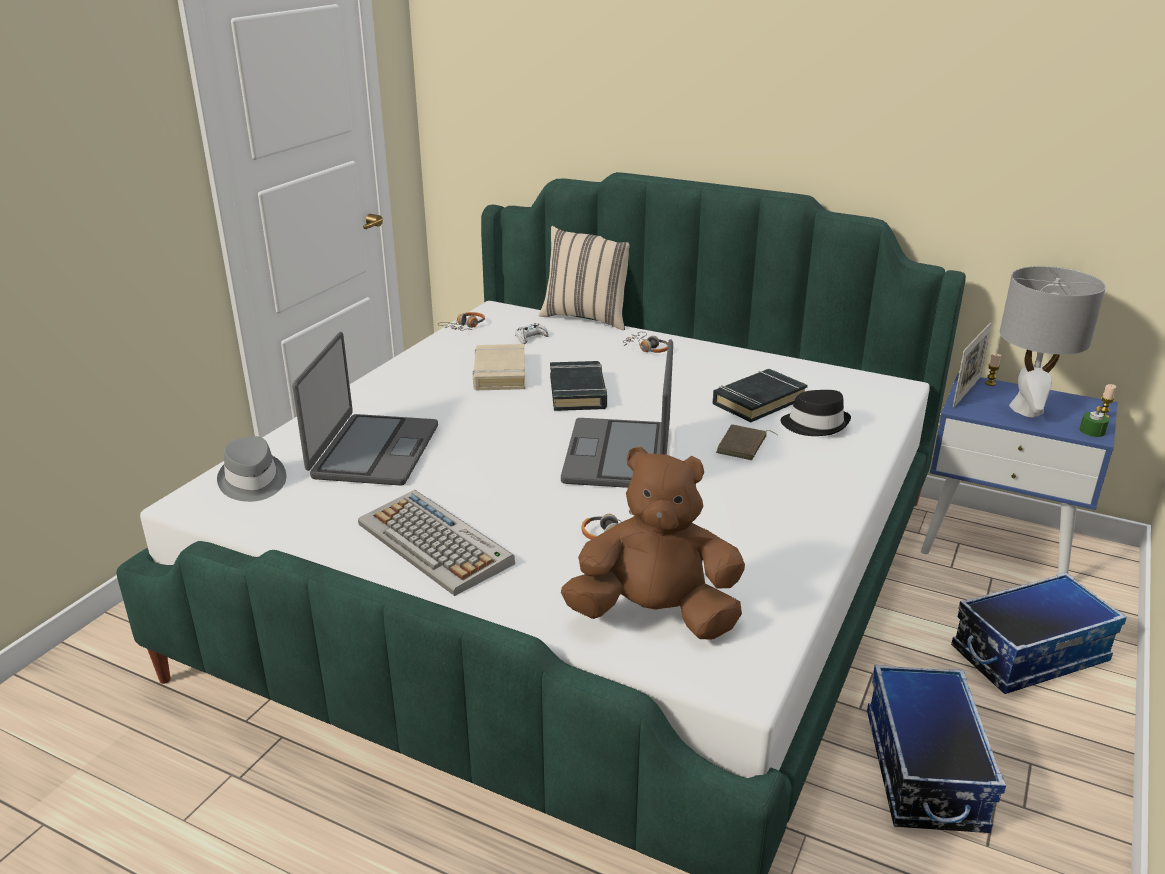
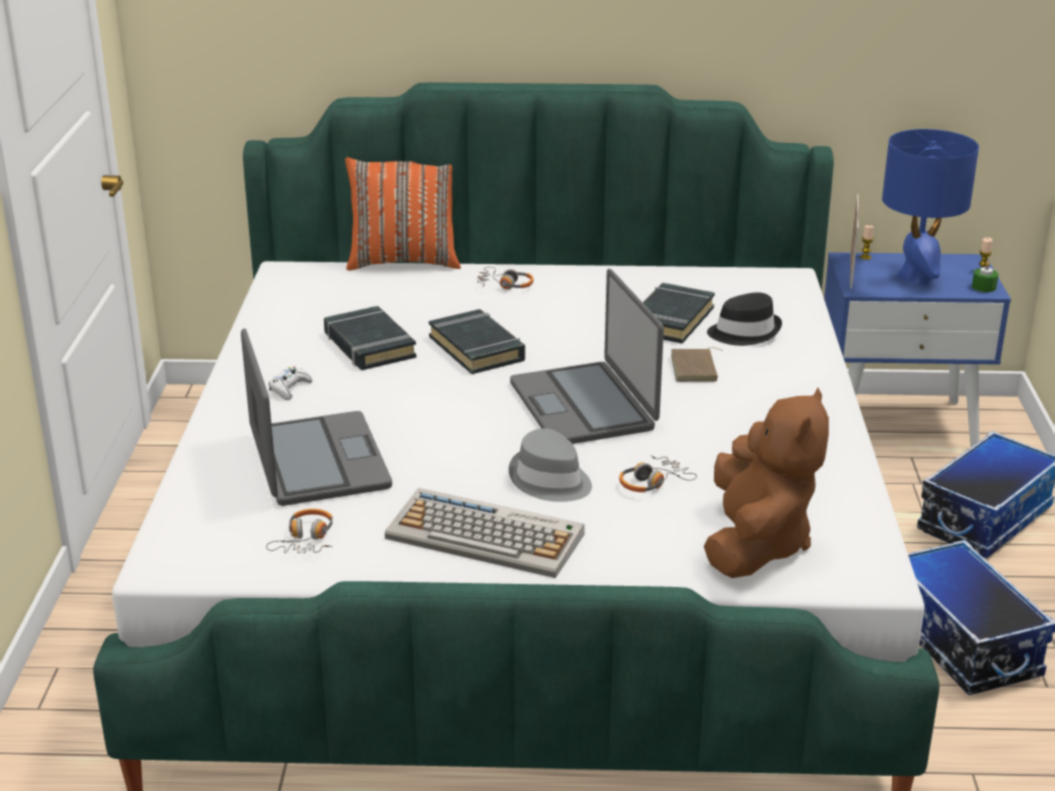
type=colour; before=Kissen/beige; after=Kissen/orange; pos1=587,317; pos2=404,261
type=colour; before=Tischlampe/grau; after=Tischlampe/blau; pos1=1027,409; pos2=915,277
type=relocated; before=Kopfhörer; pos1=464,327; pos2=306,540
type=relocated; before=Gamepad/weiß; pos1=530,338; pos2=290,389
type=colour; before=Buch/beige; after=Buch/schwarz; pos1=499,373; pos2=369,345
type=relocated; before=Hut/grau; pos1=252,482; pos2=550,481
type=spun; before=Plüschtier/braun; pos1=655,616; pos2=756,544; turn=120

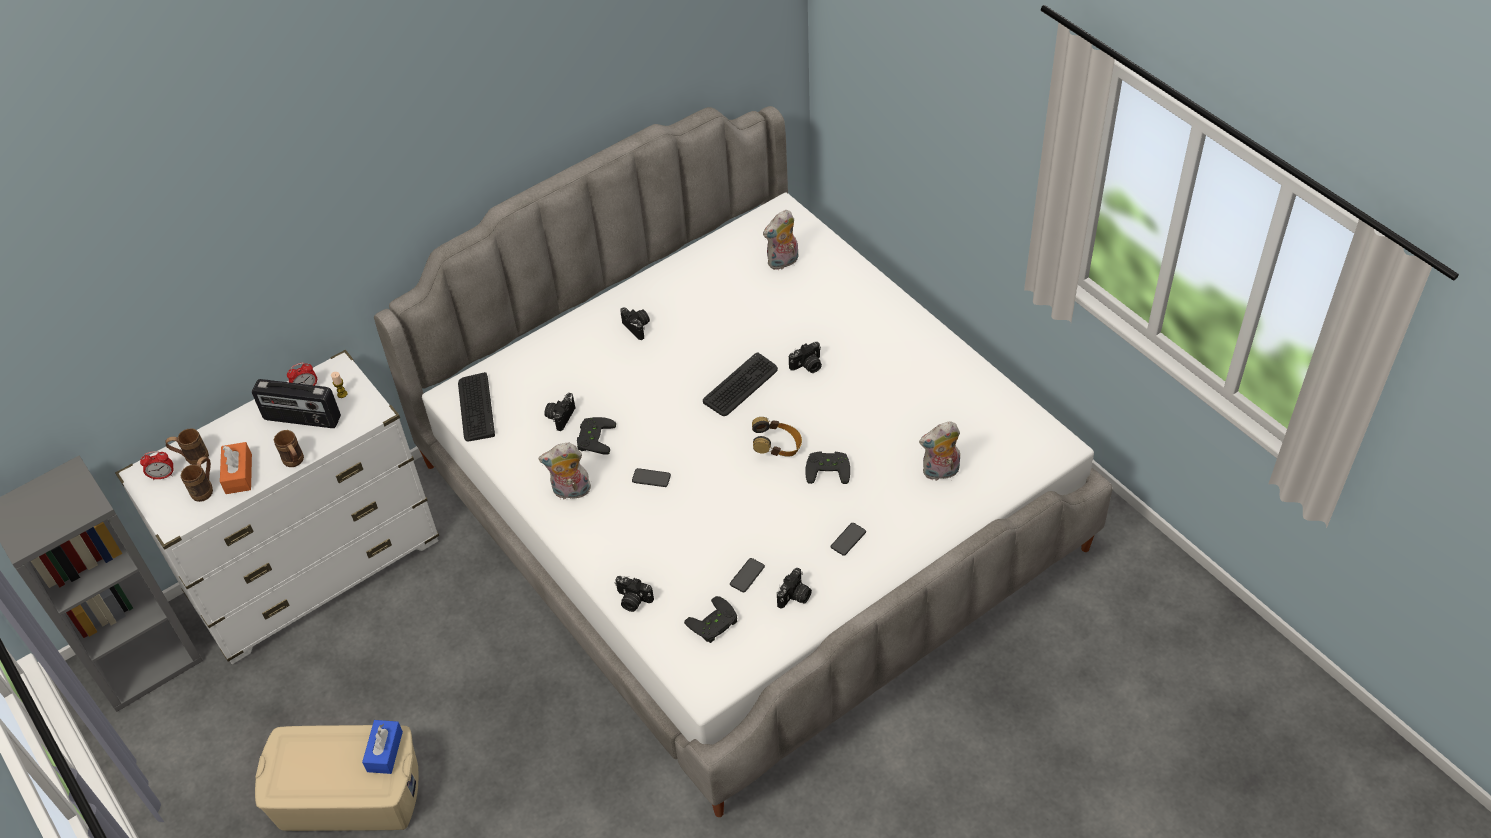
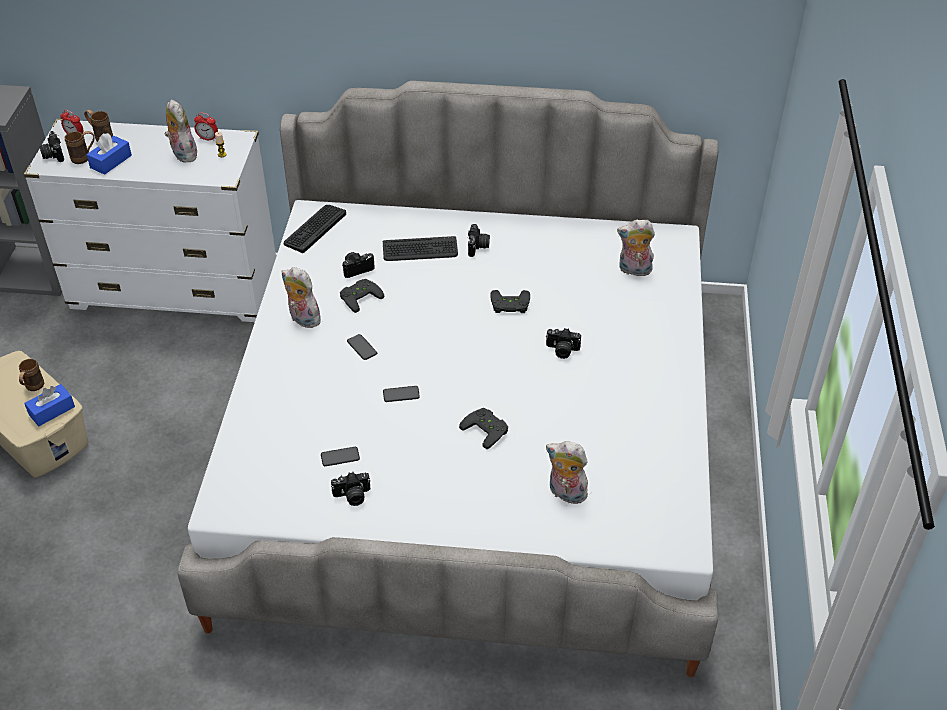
type=relocated; before=Tastatur; pos1=741,385; pos2=420,250
type=exchanged; before=Radio; after=Plüschtier; pos1=302,419; pos2=182,154
type=missing; before=Kopfhörer; pos1=777,448
type=relocated; before=Henkelbecher/braun; pos1=295,462; pos2=33,388
type=colour; before=Taschentuchbox/orange; after=Taschentuchbox/blau; pos1=239,474; pos2=111,161
type=relocated; before=Handy; pos1=848,539; pos2=401,394
type=relocated; before=Kamera; pos1=632,600; pos2=53,155
type=relocated; before=Gamepad/schwarz; pos1=714,624; pos2=509,305

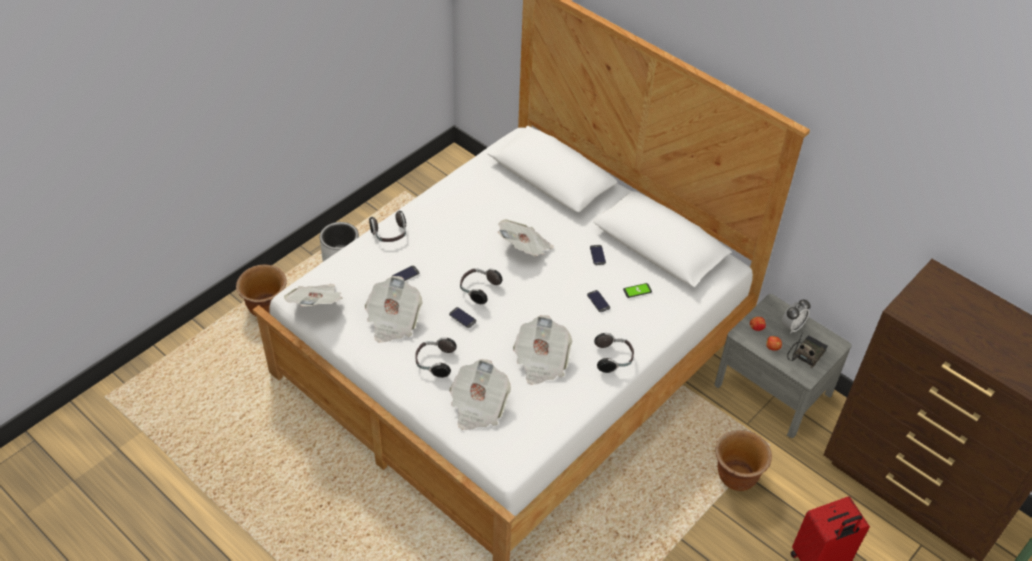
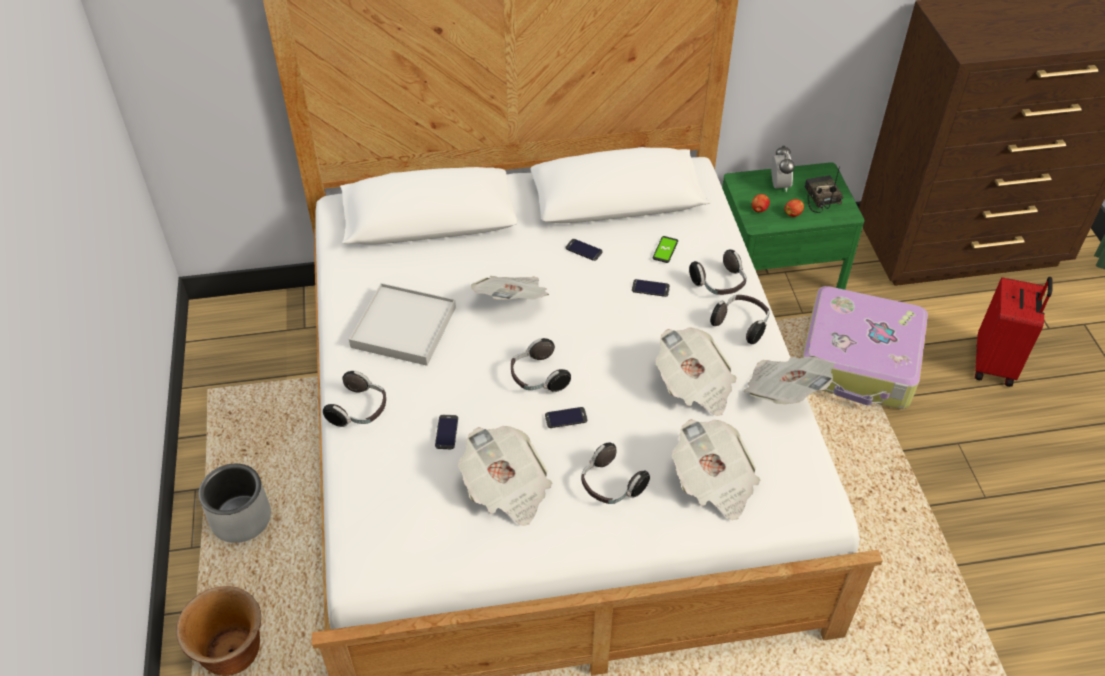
type=relocated; before=Zeitung; pos1=316,304; pos2=784,391
type=colour; before=Nachttisch/grau; after=Nachttisch/grün; pos1=773,389; pos2=777,268
type=exchanged; before=Pflanzkübel/braun; after=Koffer; pos1=736,477; pos2=859,361
type=appeared; after=Kopfhörer; pos2=719,284
type=appeared; after=Tablett/weiß; pos2=403,327

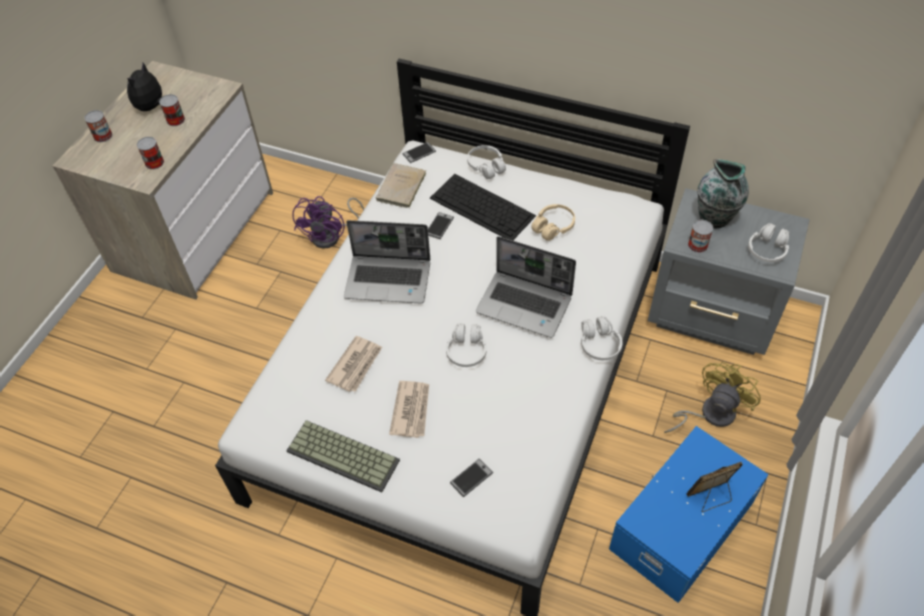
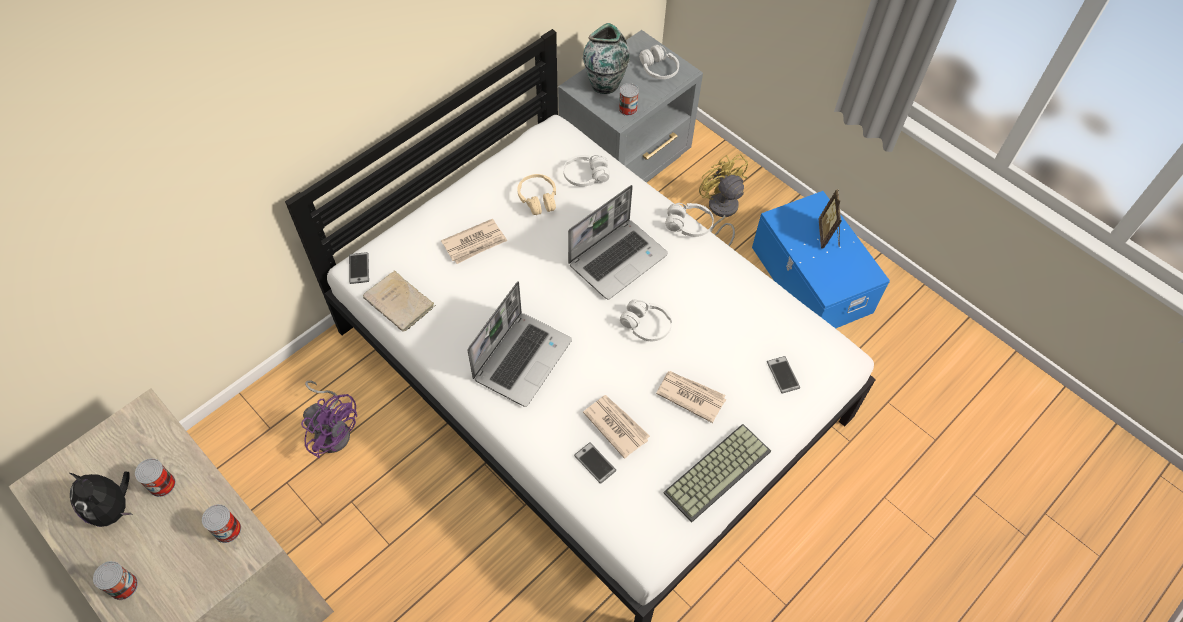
type=relocated; before=Kopfhörer/weiß; pos1=486,166; pos2=586,176
type=exchanged; before=Tastatur; after=Zeitung; pos1=483,207; pos2=475,243
type=relocated; before=Handy; pos1=439,226; pos2=595,463

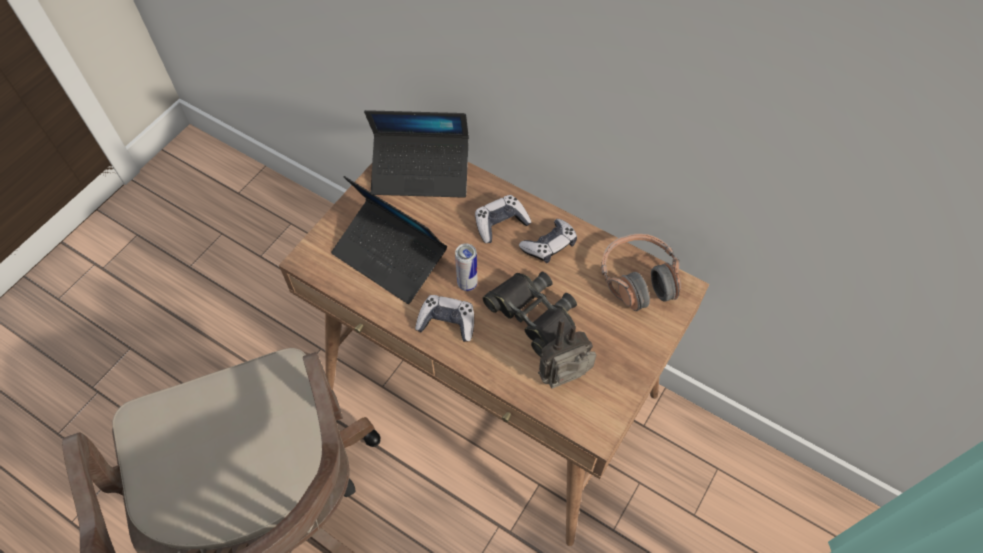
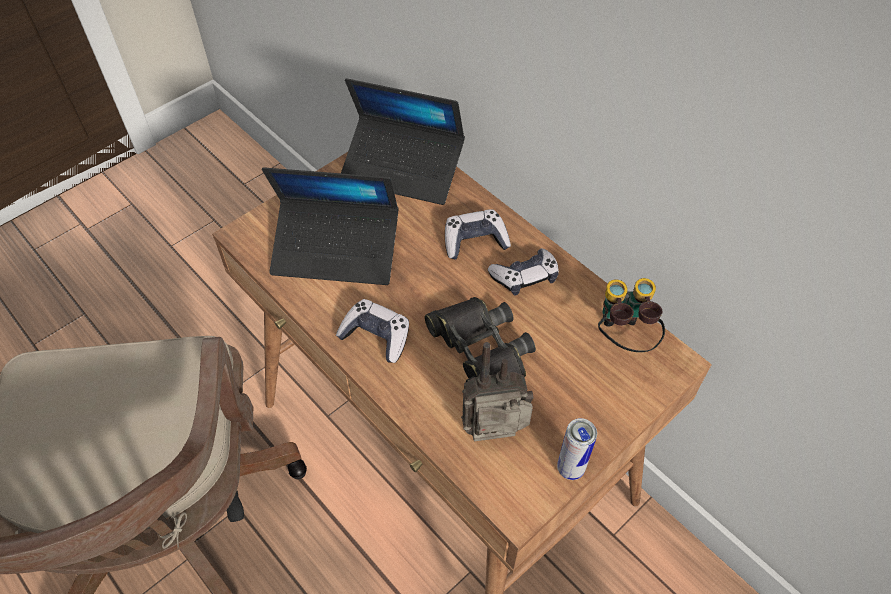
type=spun; before=Laptop; pos1=390,257; pos2=336,250; turn=-45
type=exchanged; before=Kopfhörer; after=Fernglas; pos1=638,278; pos2=622,338
type=relocated; before=Dose; pos1=467,284; pos2=570,468

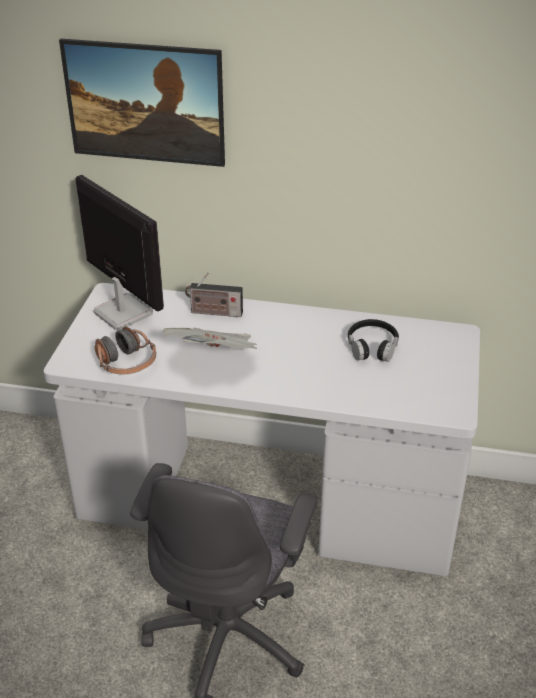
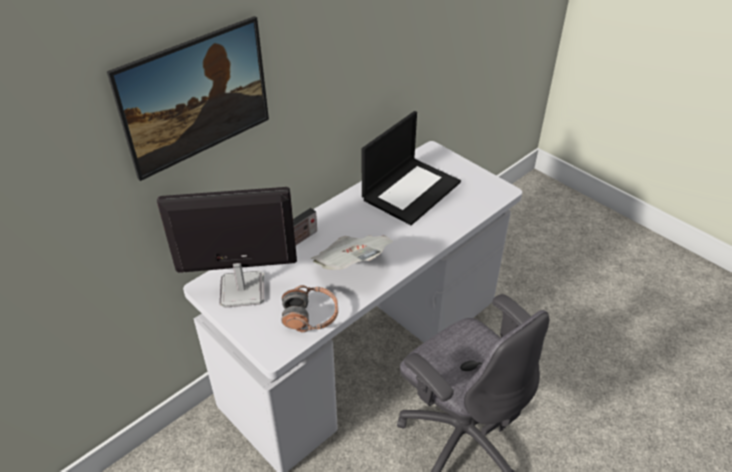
type=exchanged; before=Kopfhörer/schwarz; after=Laptop; pos1=372,347; pos2=411,190

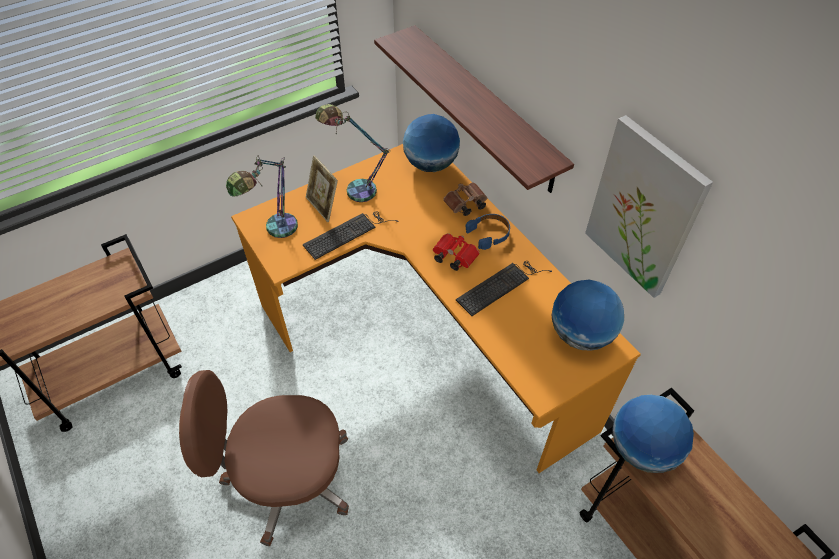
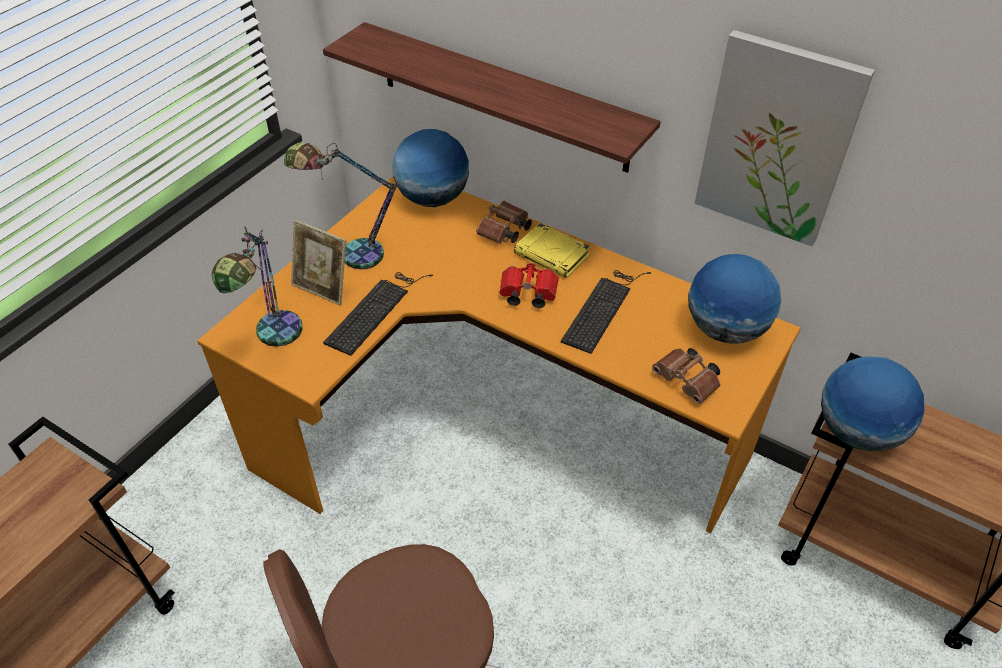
type=exchanged; before=Kopfhörer/blau; after=Buch/gelb; pos1=489,234; pos2=553,255
type=appeared; after=Fernglas/braun; pos2=688,382

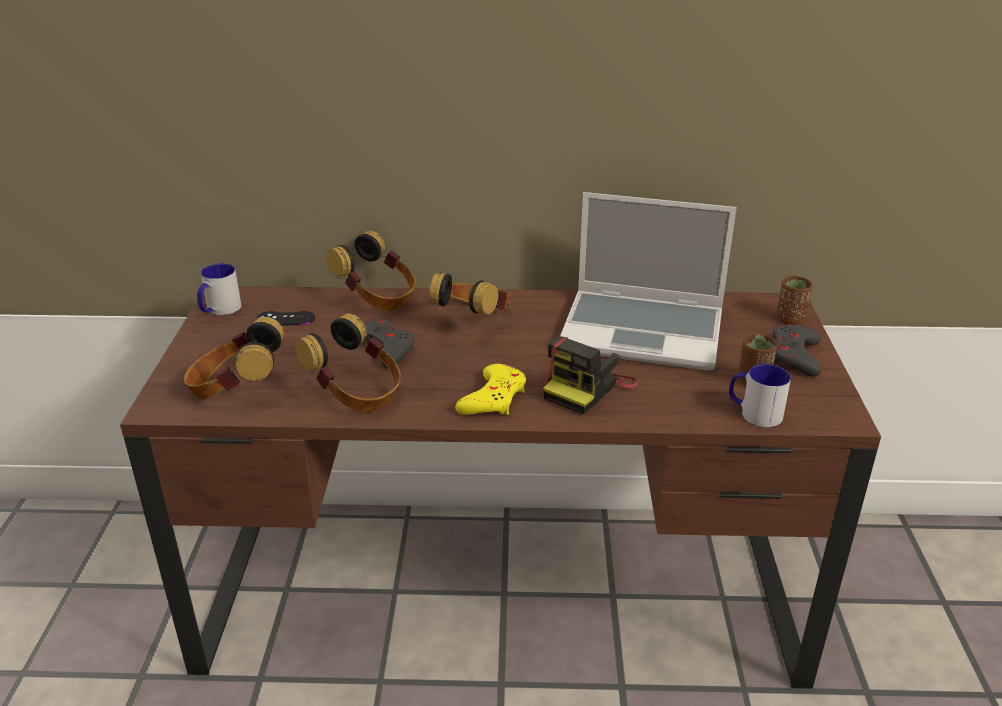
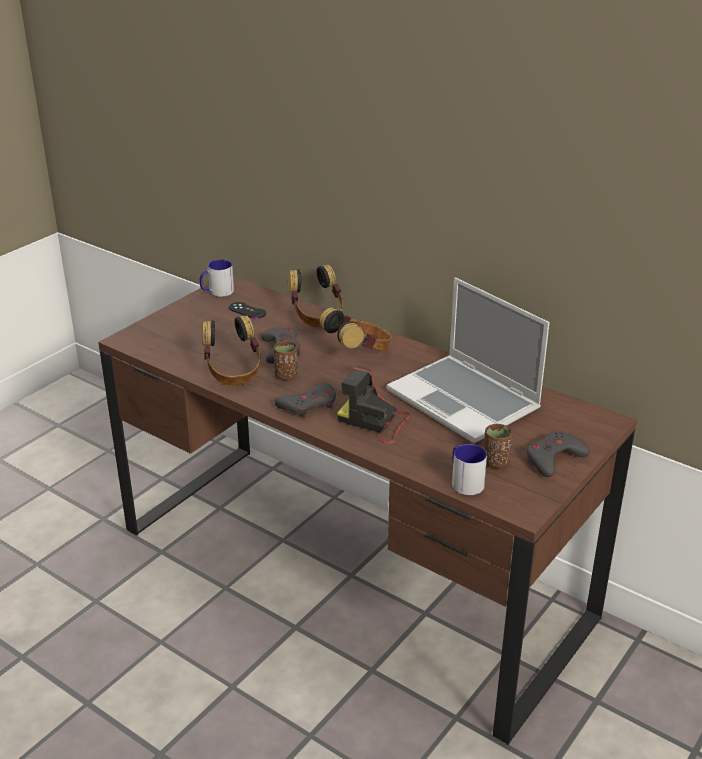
type=relocated; before=Tasse/braun; pos1=790,319; pos2=286,375
type=missing; before=Kopfhörer; pos1=237,391
type=spun; before=Kamera; pos1=587,388; pos2=375,422; turn=45
type=colour; before=Gamepad/gelb; after=Gamepad/grau; pos1=493,398; pos2=308,405

